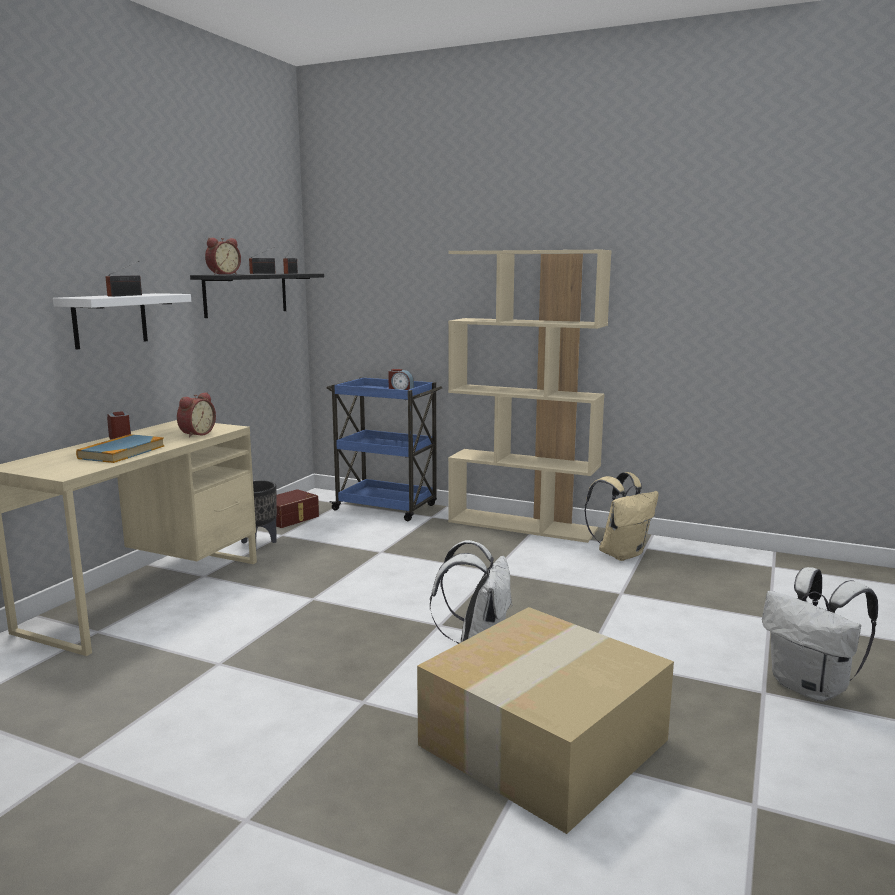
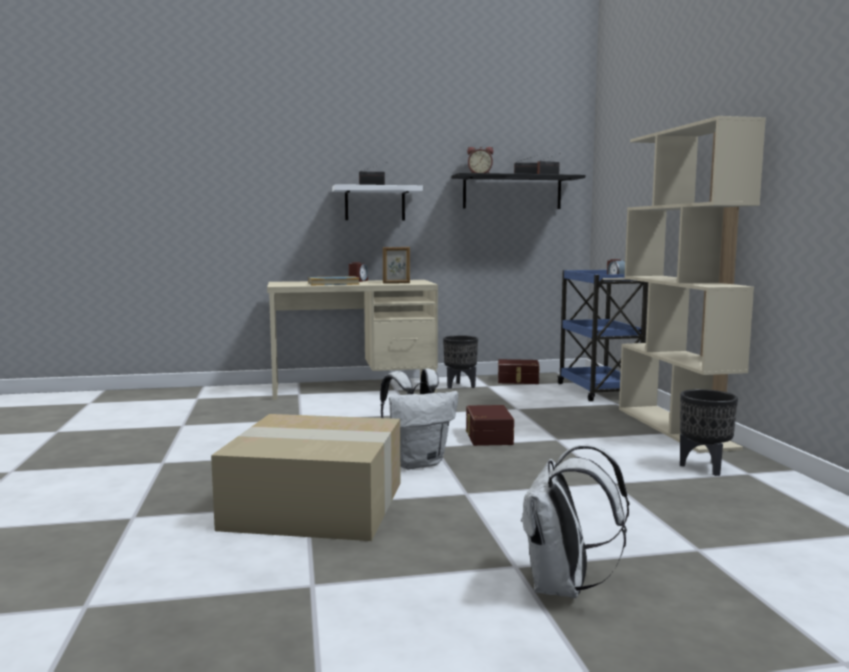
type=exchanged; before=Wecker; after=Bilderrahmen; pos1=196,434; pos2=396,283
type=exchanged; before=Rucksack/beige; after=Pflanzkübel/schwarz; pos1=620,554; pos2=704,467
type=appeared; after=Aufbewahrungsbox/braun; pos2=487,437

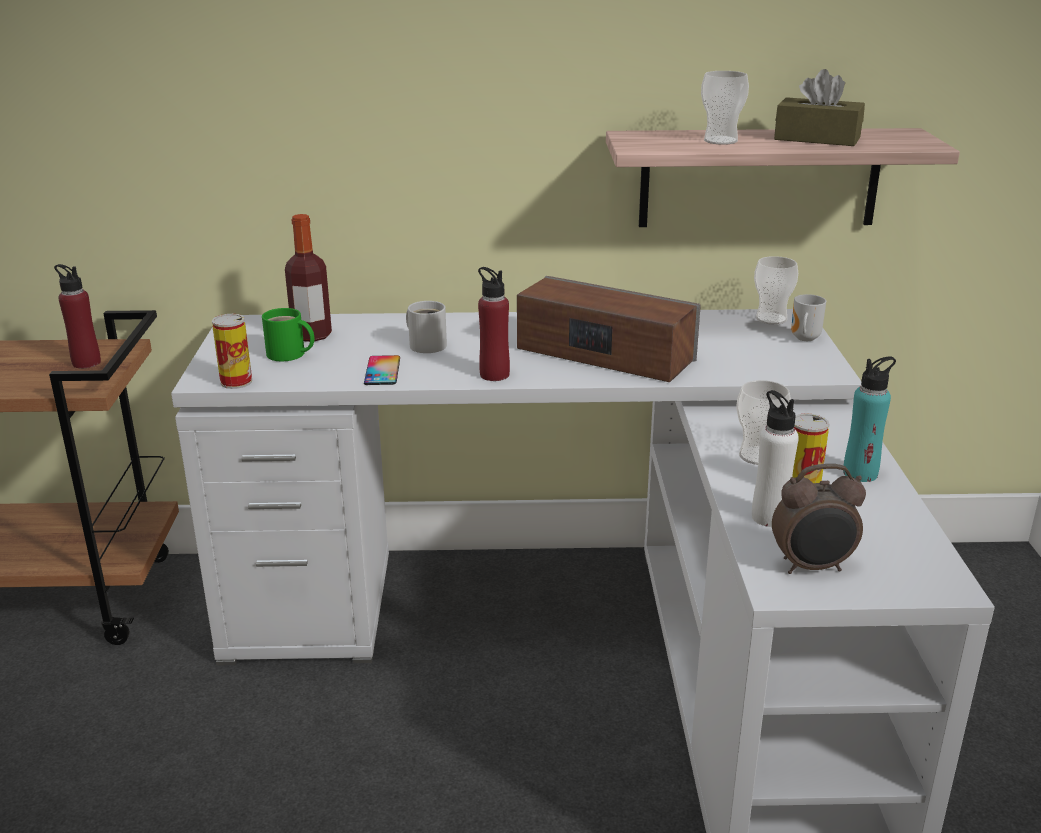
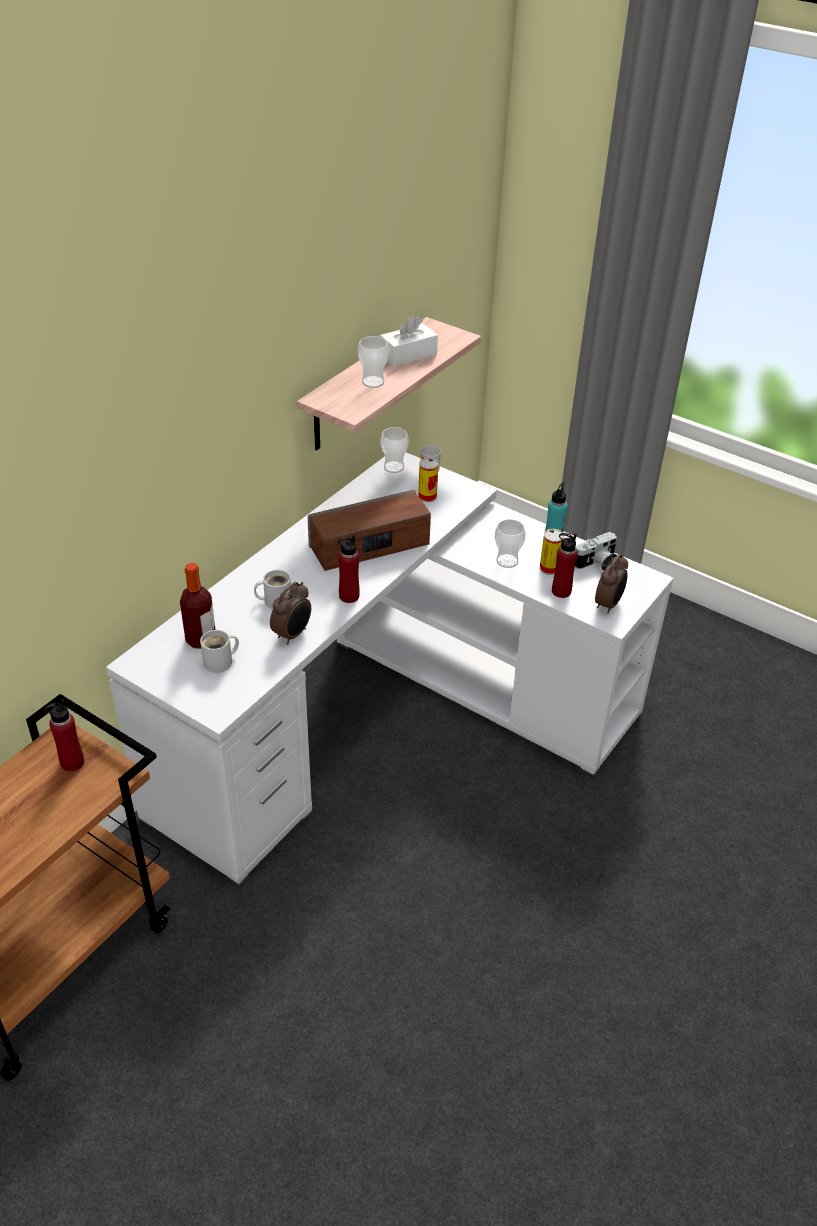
type=colour; before=Taschentuchbox/braun; after=Taschentuchbox/weiß; pos1=817,138; pos2=408,355
type=colour; before=Henkelbecher/grün; after=Henkelbecher/weiß; pos1=288,355; pos2=221,662
type=relocated; before=Dose; pos1=236,382; pos2=427,496
type=exchanged; before=Handy; after=Wecker; pos1=382,371; pos2=293,634
type=colour; before=Flasche/weiß; after=Flasche/rot; pos1=769,517; pos2=561,591
type=appeared; after=Kamera; pos2=597,564

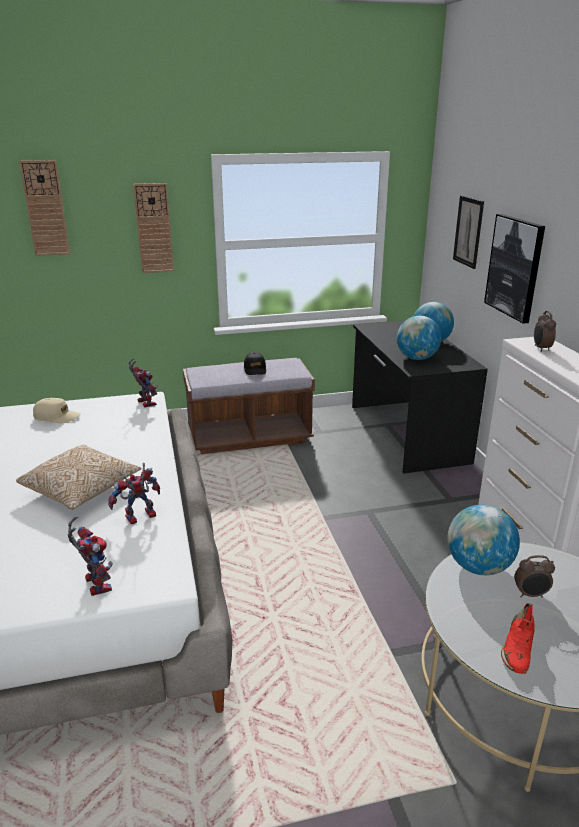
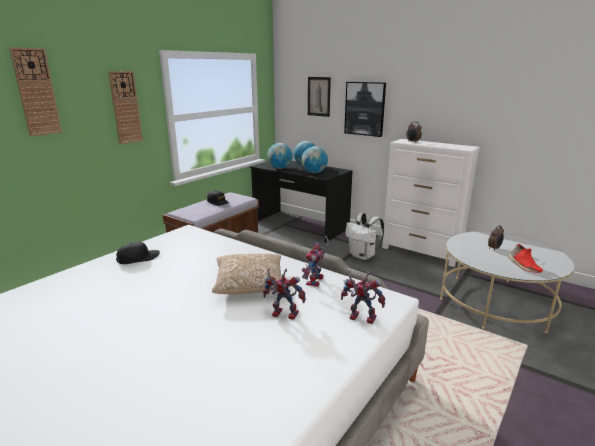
type=relocated; before=Spielzeugroboter; pos1=144,402; pos2=282,315
type=colour; before=Kappe/beige; after=Kappe/schwarz; pos1=57,417; pos2=138,258
type=relocated; before=Globus; pos1=478,567; pos2=280,168
type=appeared; after=Rucksack/weiß; pos2=363,256

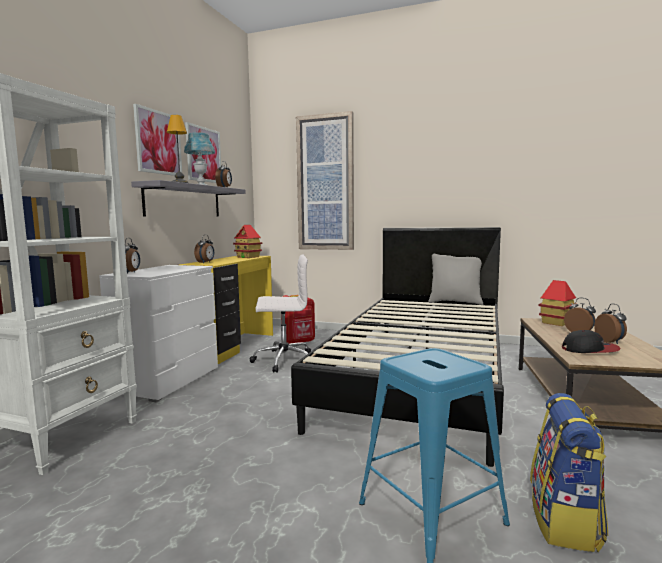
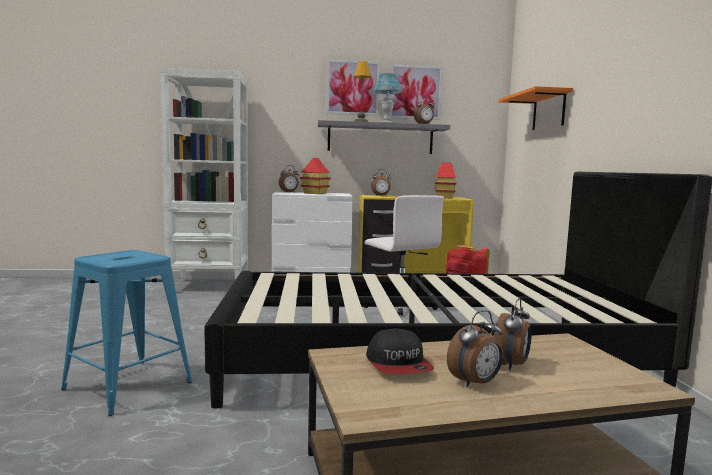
type=exchanged; before=Bild; after=Wandregal/orange; pos1=325,183; pos2=548,111
type=missing; before=Kissen/grau; pos1=455,302
type=relocated; before=Spielzeughaus; pos1=556,323; pos2=315,193
type=missing; before=Rucksack; pos1=566,522

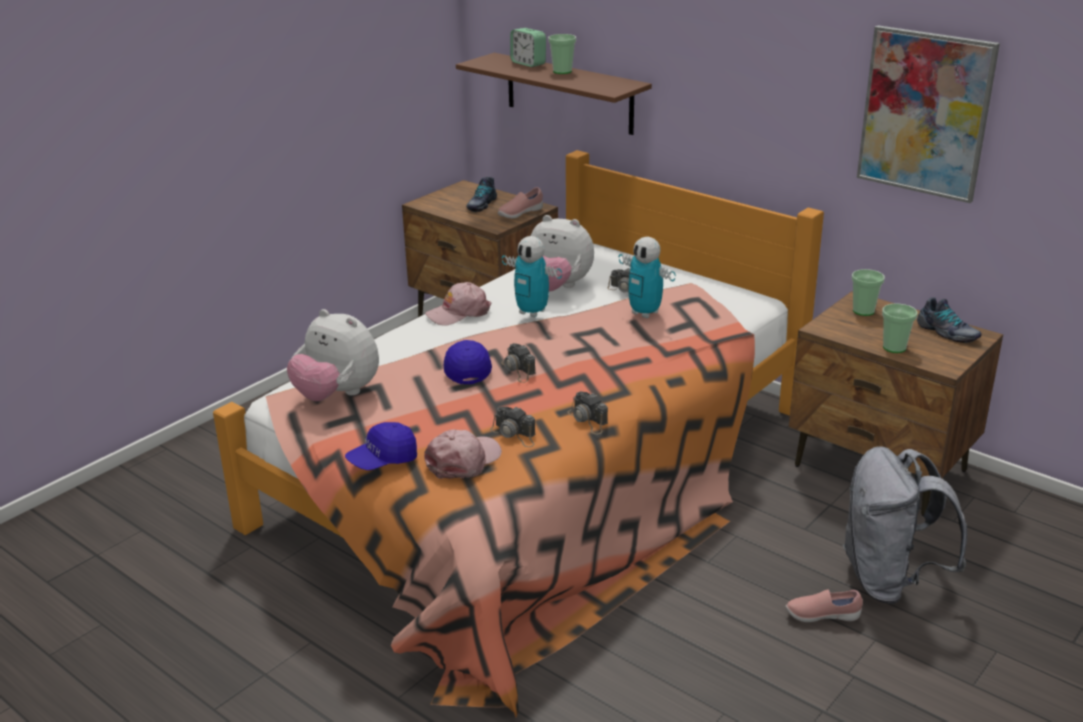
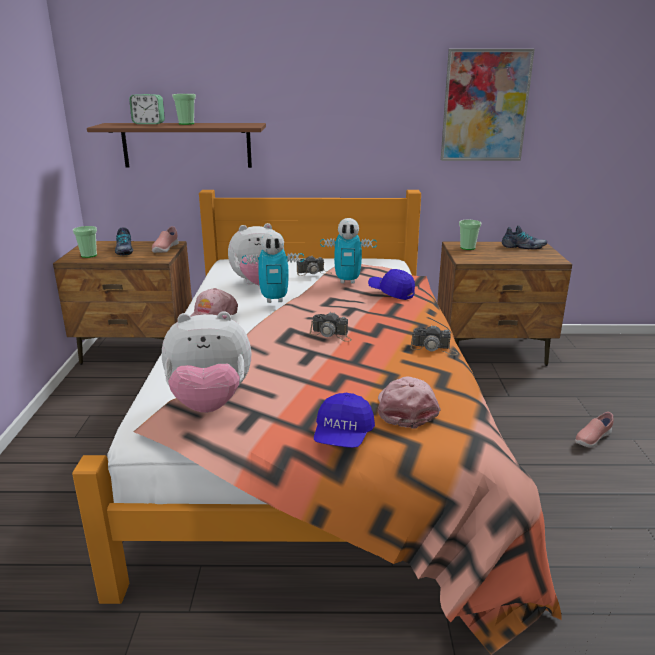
type=relocated; before=Tasse; pos1=894,347; pos2=89,255
type=relocated; before=Kappe/blau; pos1=466,369; pos2=391,292
type=missing; before=Kamera; pos1=515,434
type=missing; before=Rucksack/grau; pos1=889,580

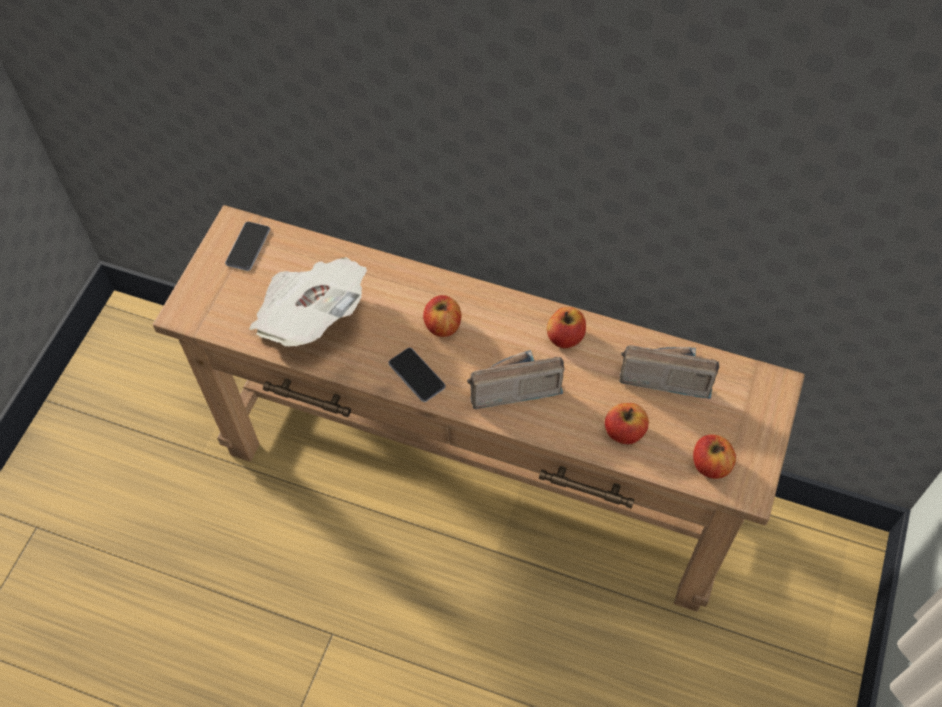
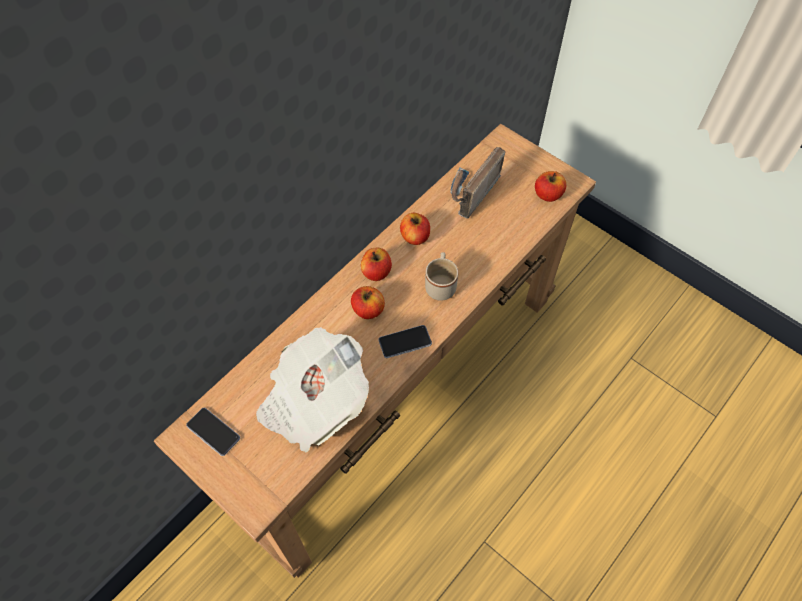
type=exchanged; before=Radio; after=Henkelbecher/beige; pos1=510,386; pos2=441,284
type=relocated; before=Apfel; pos1=624,432; pos2=376,272

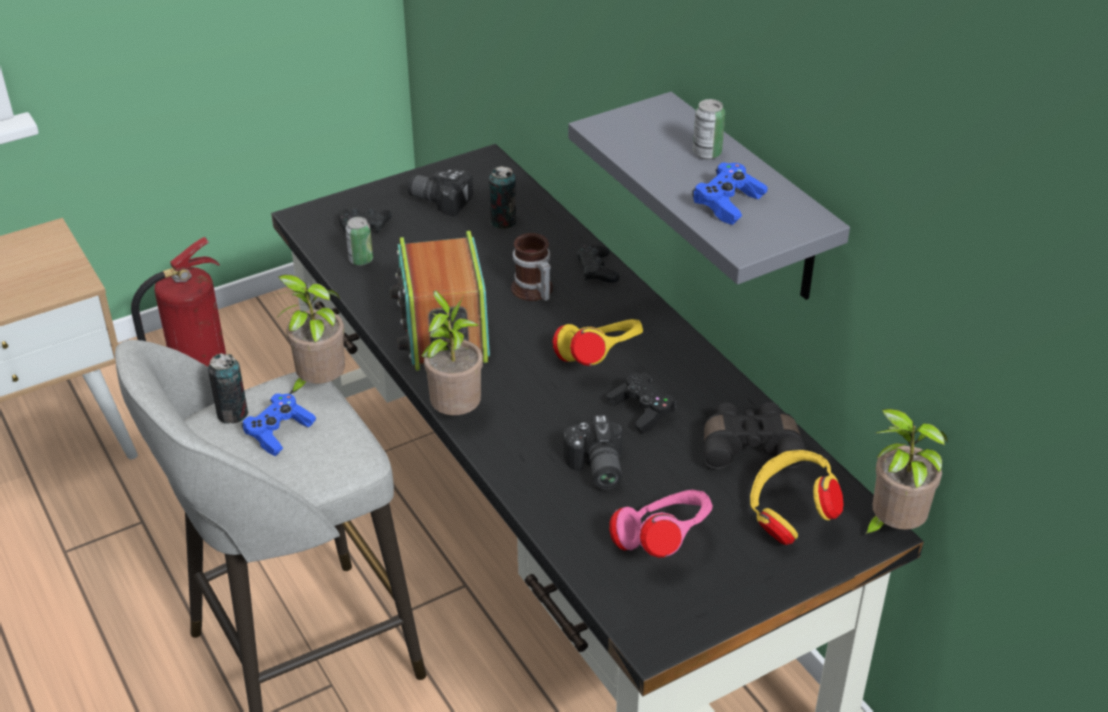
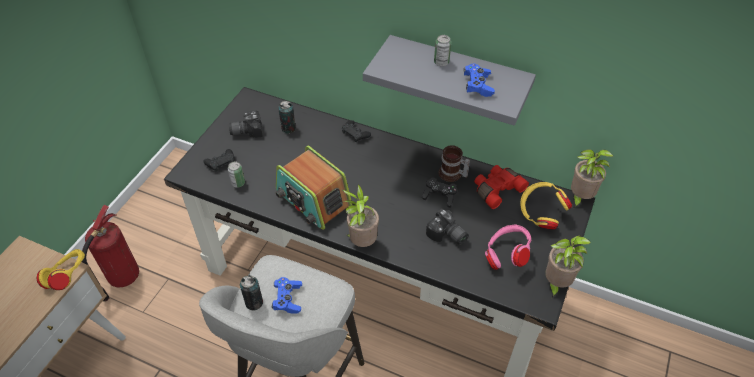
type=relocated; before=Henkelbecher; pos1=532,291; pos2=452,175
type=relocated; before=Topfpflanze; pos1=318,385; pos2=556,284
type=relocated; before=Kopfhörer/gelb; pos1=599,361; pos2=69,277
type=colour; before=Fernglas/schwarz; after=Fernglas/rot; pos1=750,446; pos2=496,189

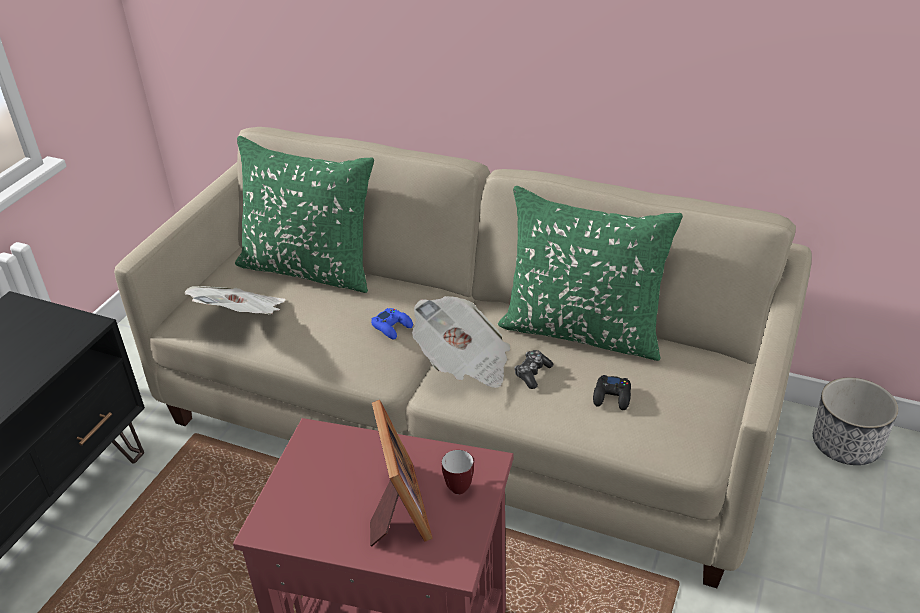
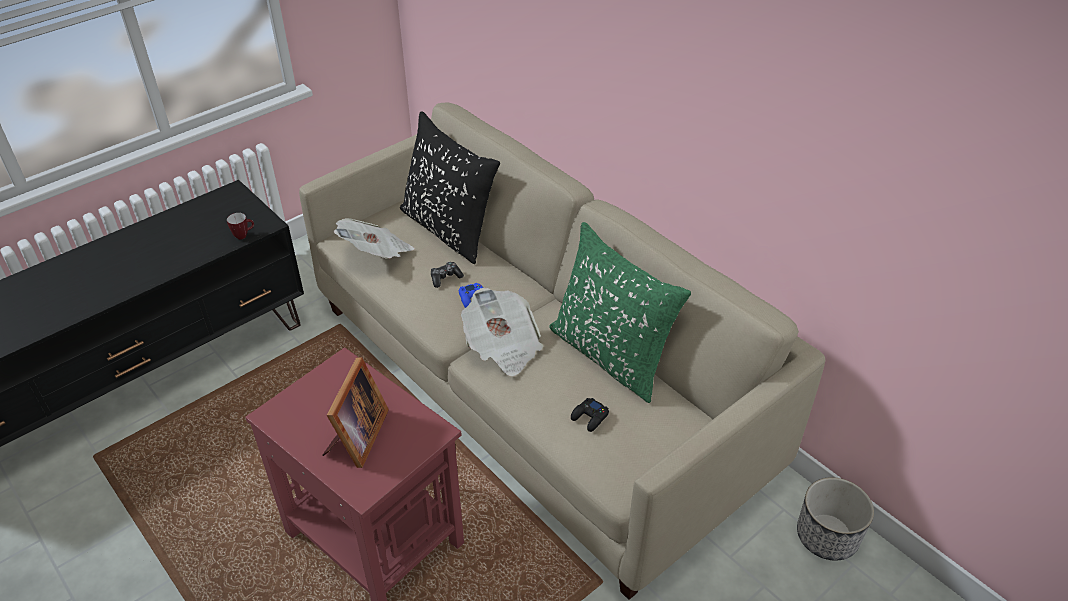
type=colour; before=Kissen/grün; after=Kissen/schwarz; pos1=310,268; pos2=449,229
type=relocated; before=Gamepad; pos1=532,373; pos2=445,278
type=relocated; before=Henkelbecher; pos1=461,485; pos2=244,235

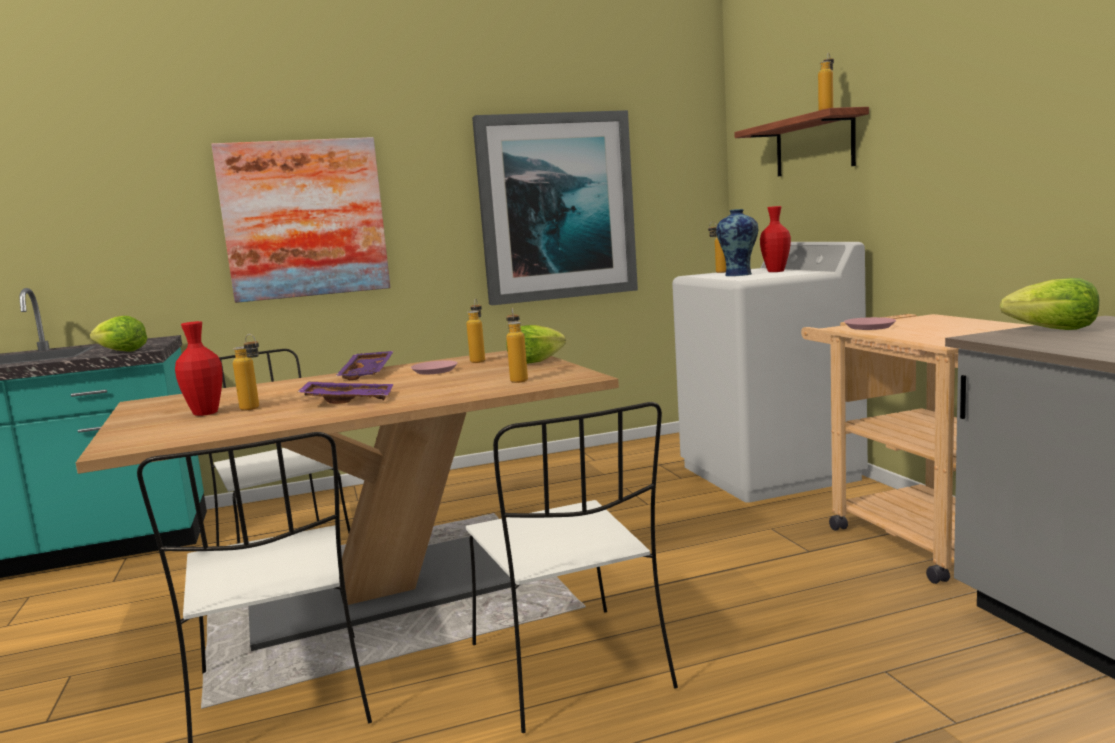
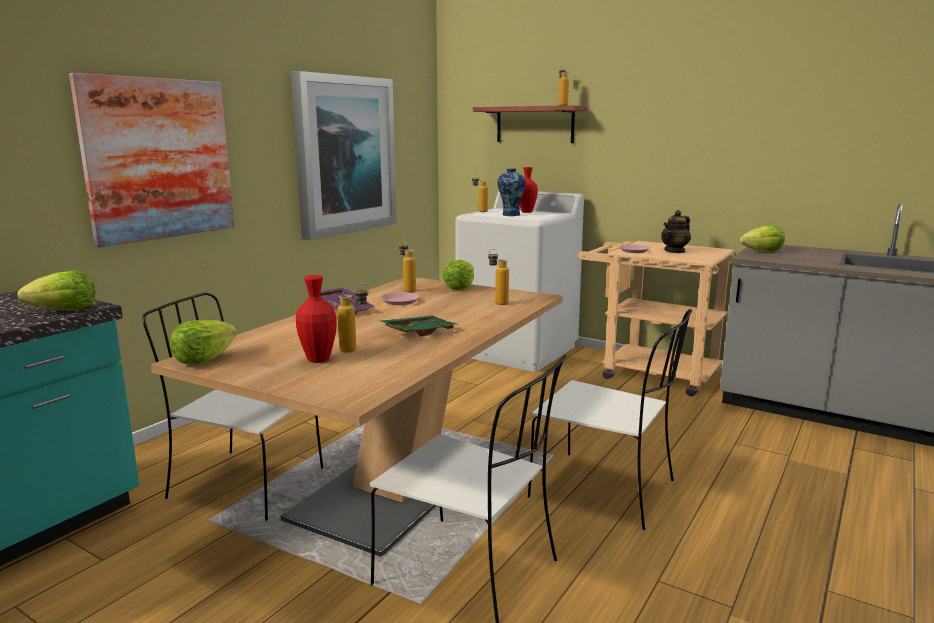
type=colour; before=Tablett/lila; after=Tablett/grün; pos1=348,400; pos2=419,332
type=appeared; after=Teekanne; pos2=675,251
type=appeared; after=Salatkopf; pos2=203,360

